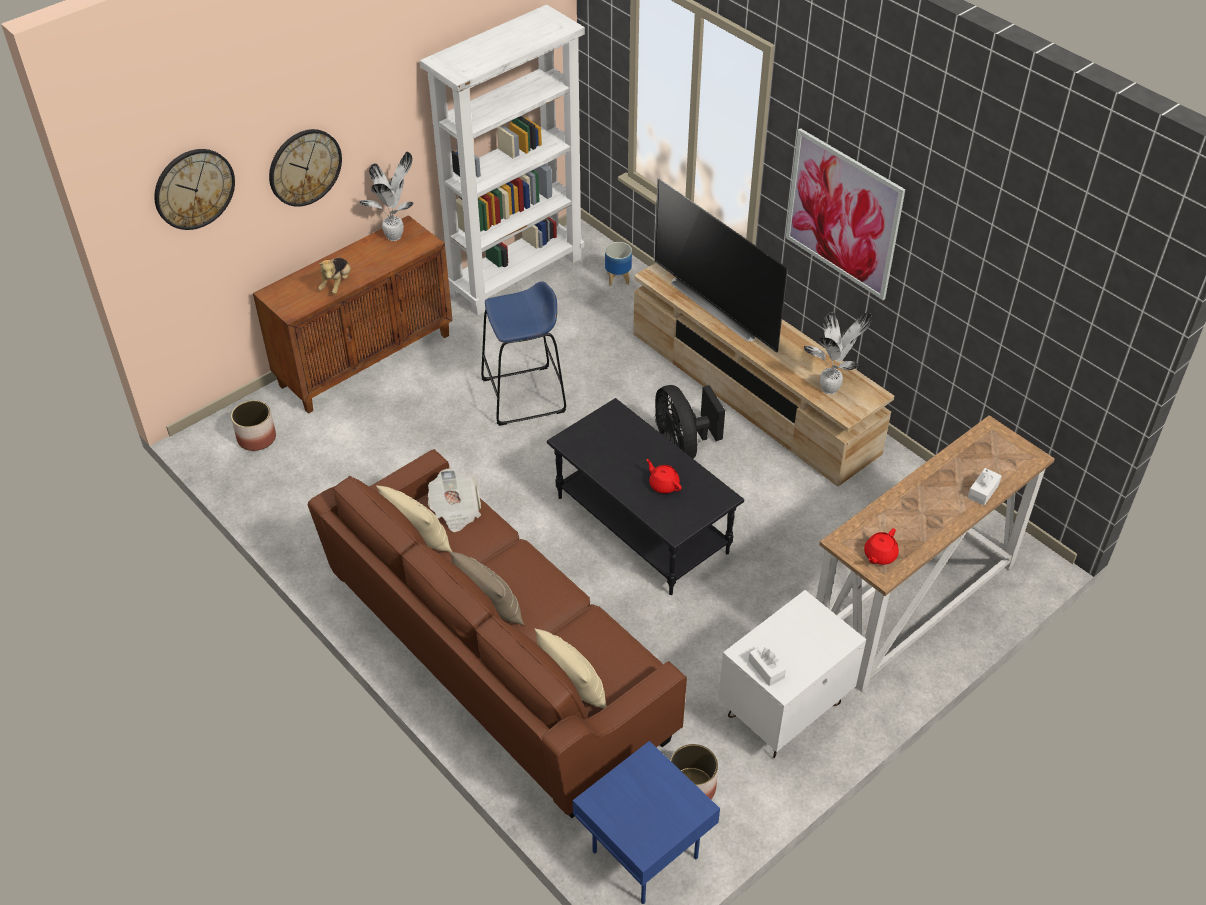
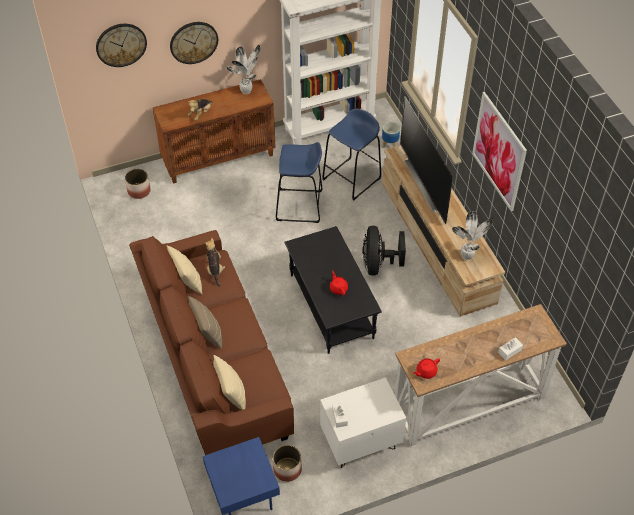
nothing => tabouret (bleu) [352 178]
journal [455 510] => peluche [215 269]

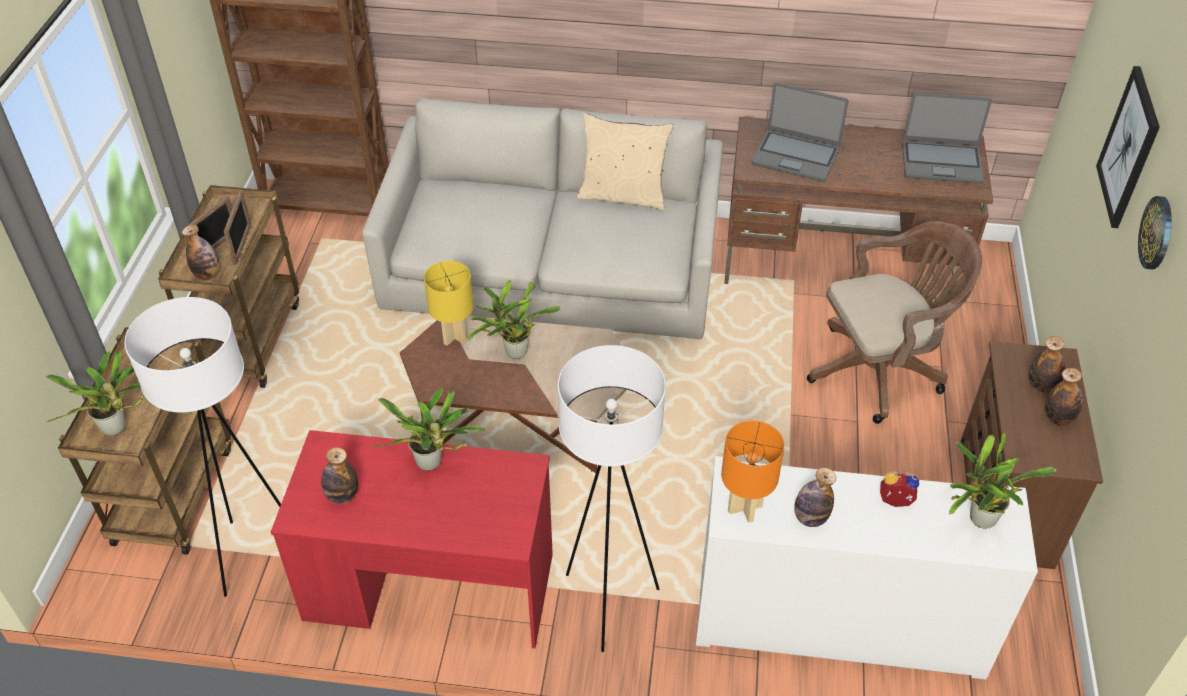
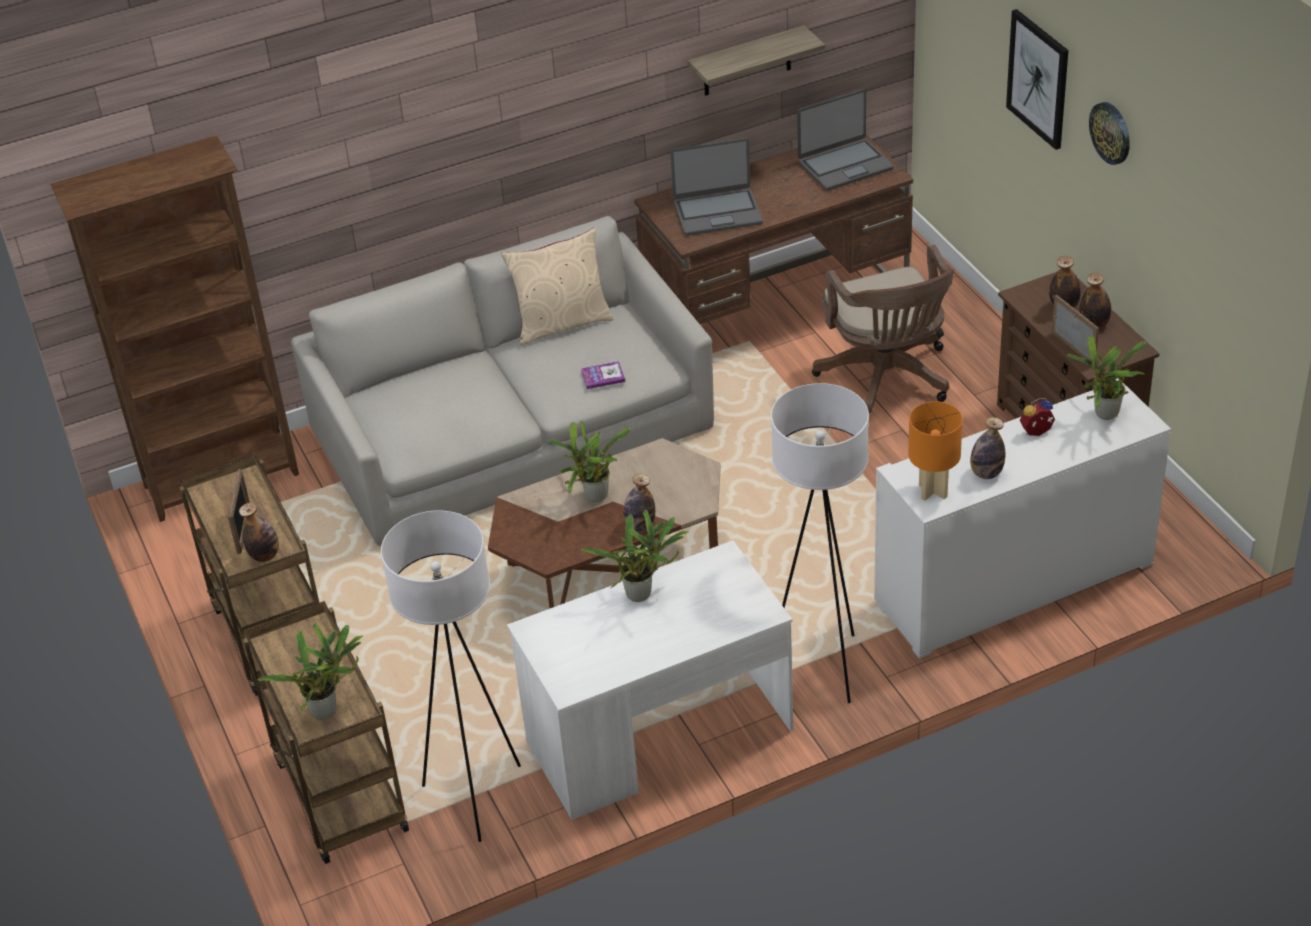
lampe de table (jaune) [455 337] => nothing
nothing => livre [603 376]
nothing => étagère [747 62]
cadre photo [242 244] => cadre photo [1073 348], move
bouteille [342 495] => bouteille [640 526], move
bureau (rouge) [429 587] => bureau (blanc) [659 736]
chaise de bureau (marron) [881 370] => chaise de bureau (marron) [887 380], 120 degrees clockwise

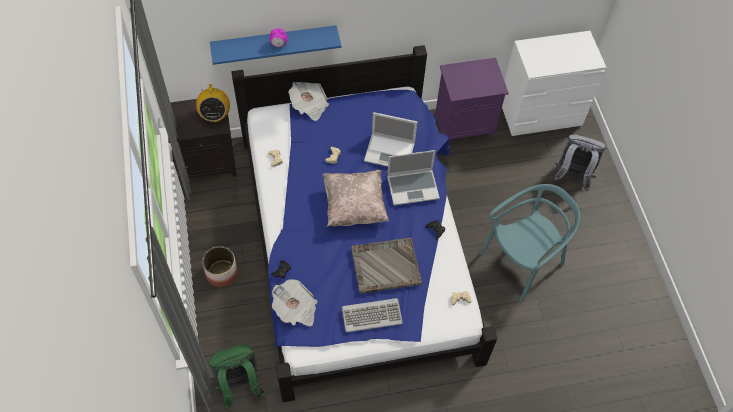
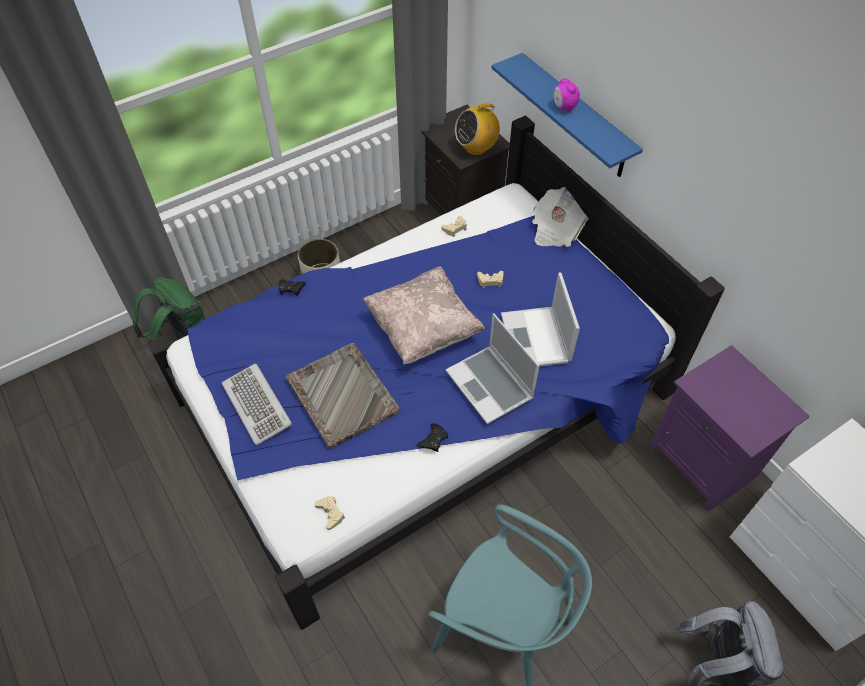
journal [296 309] => nothing

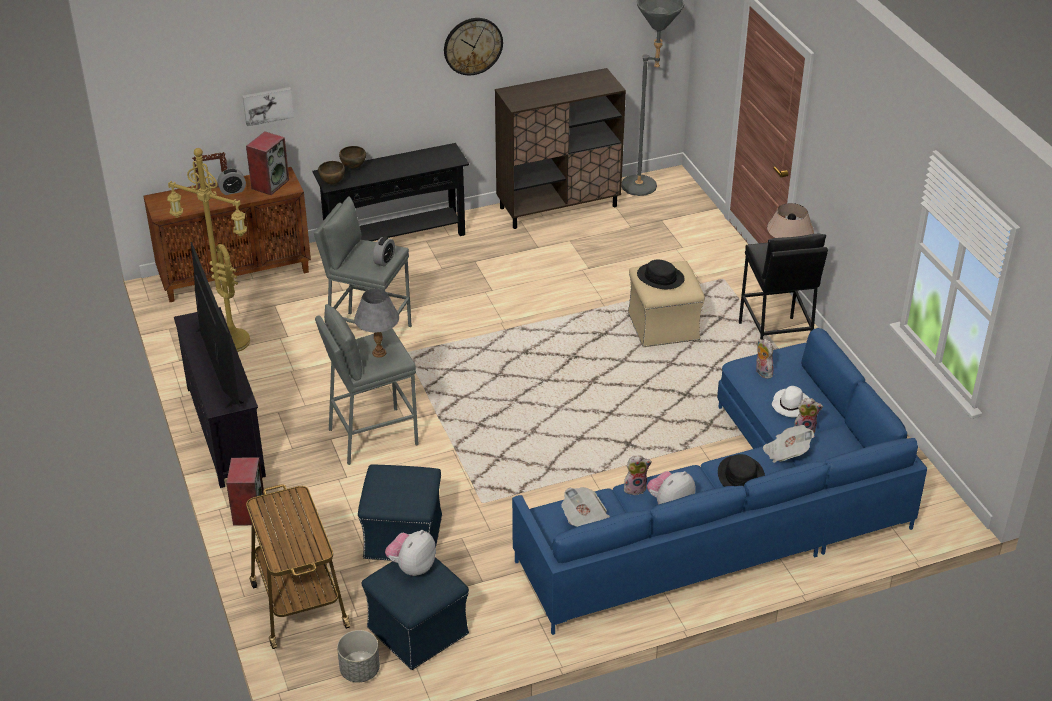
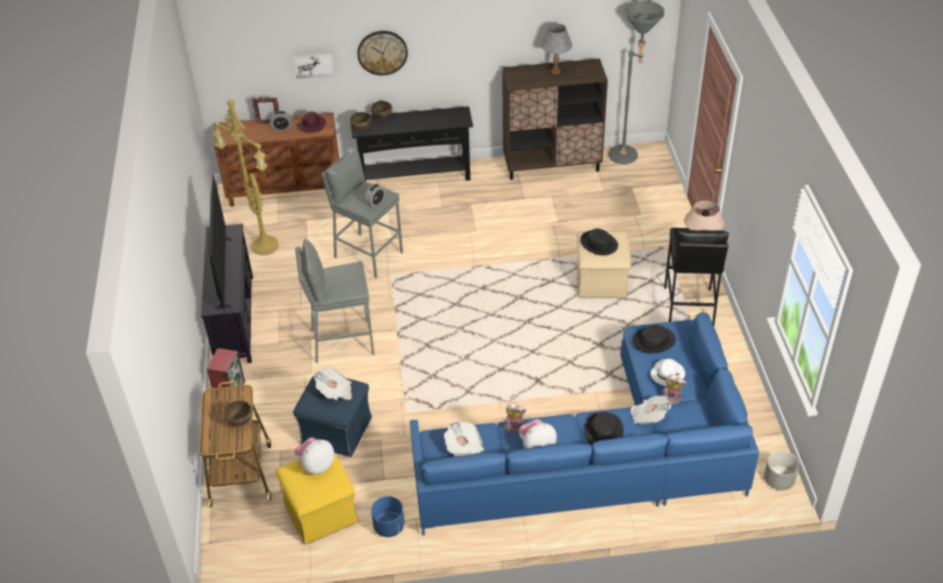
nothing => bol (marron) [240 422]
nothing => journal [335 391]
nothing => cache-pot (bleu) [389 527]
cache-pot (gris) [359 671] => cache-pot (gris) [778 480], move
lampe de table (gris) [379 353] => lampe de table (gris) [555 71], move
horloge murale [473 46] => horloge murale [382 52], move
enceinte [270 184] => chapeau (violet) [312 125]
peluche [762 372] => chapeau (noir) [653 340]
pouf (bleu) [417 630] => pouf (jaune) [320 512]

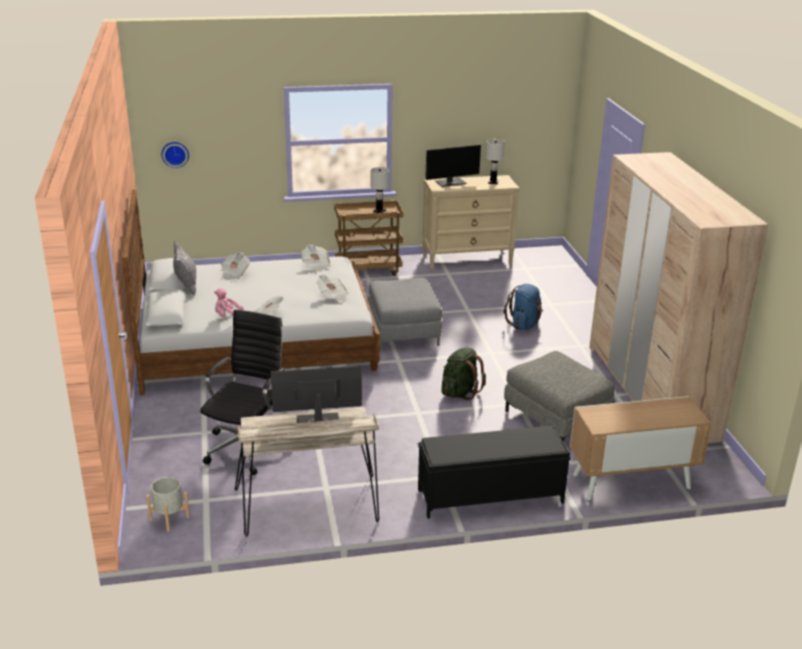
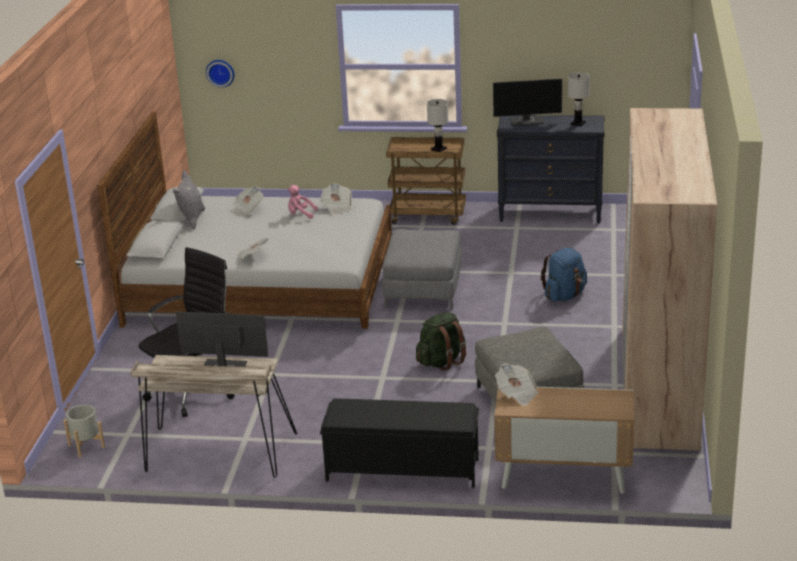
peluche (rose) [227 316] => peluche (rose) [300 214], move
journal [332 296] => journal [517 394], move
commode (beige) [467 259] => commode (noir) [551 213]

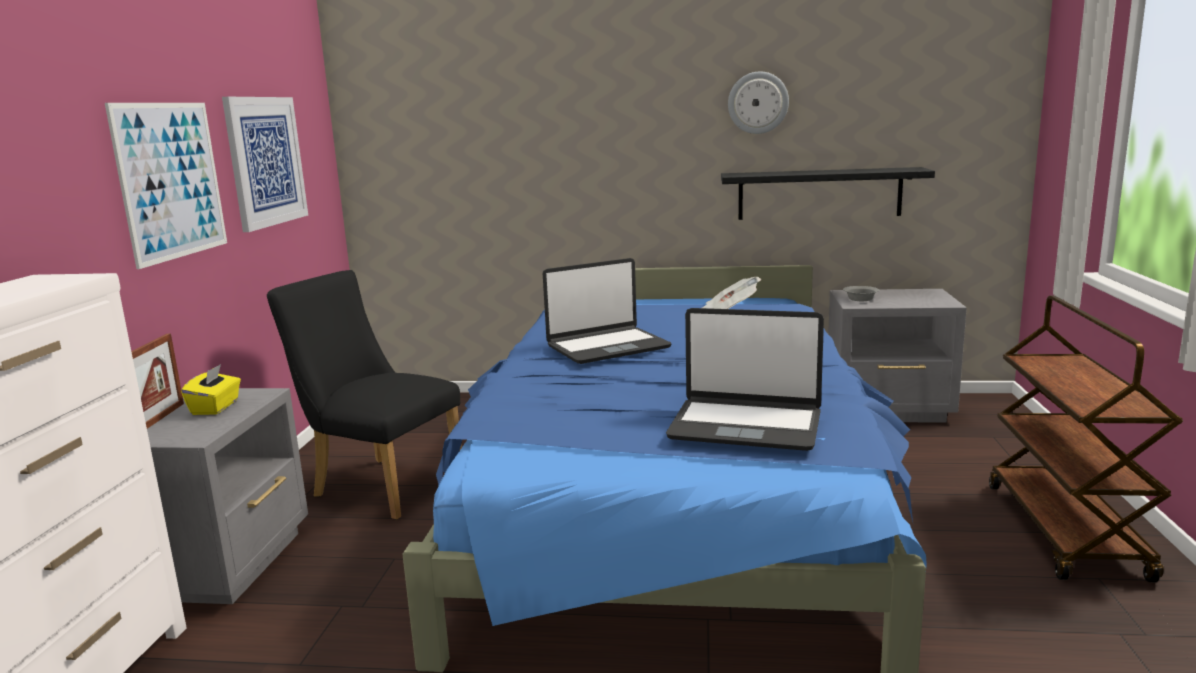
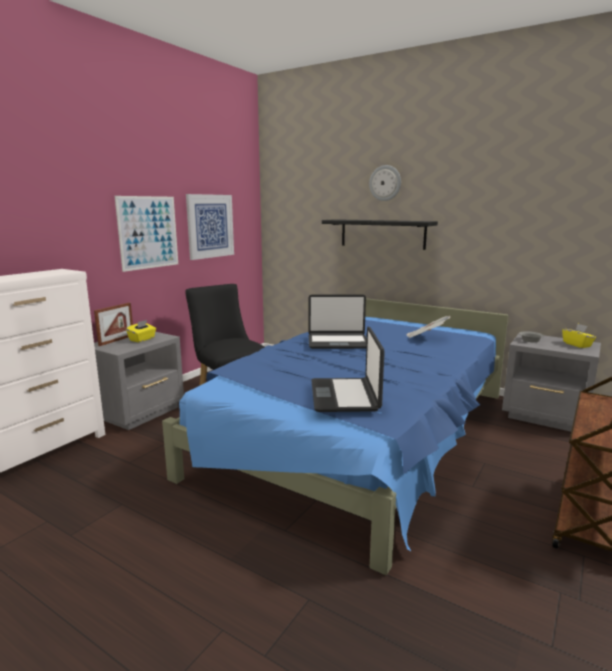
nothing => boîte à mouchoirs (jaune) [577 344]
étagère (noir) [819 194] => étagère (noir) [382 234], move
horloge murale [758 103] => horloge murale [385 183], move
ordinateur portable [745 425] => ordinateur portable [345 396], 45 degrees clockwise

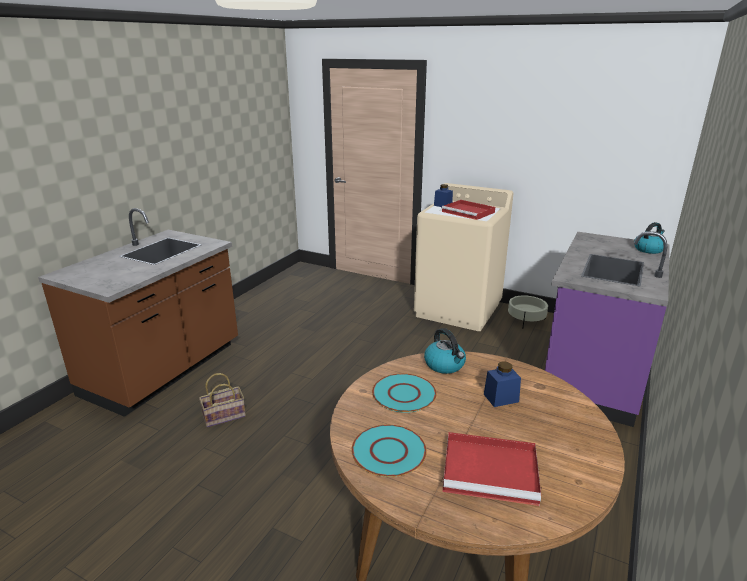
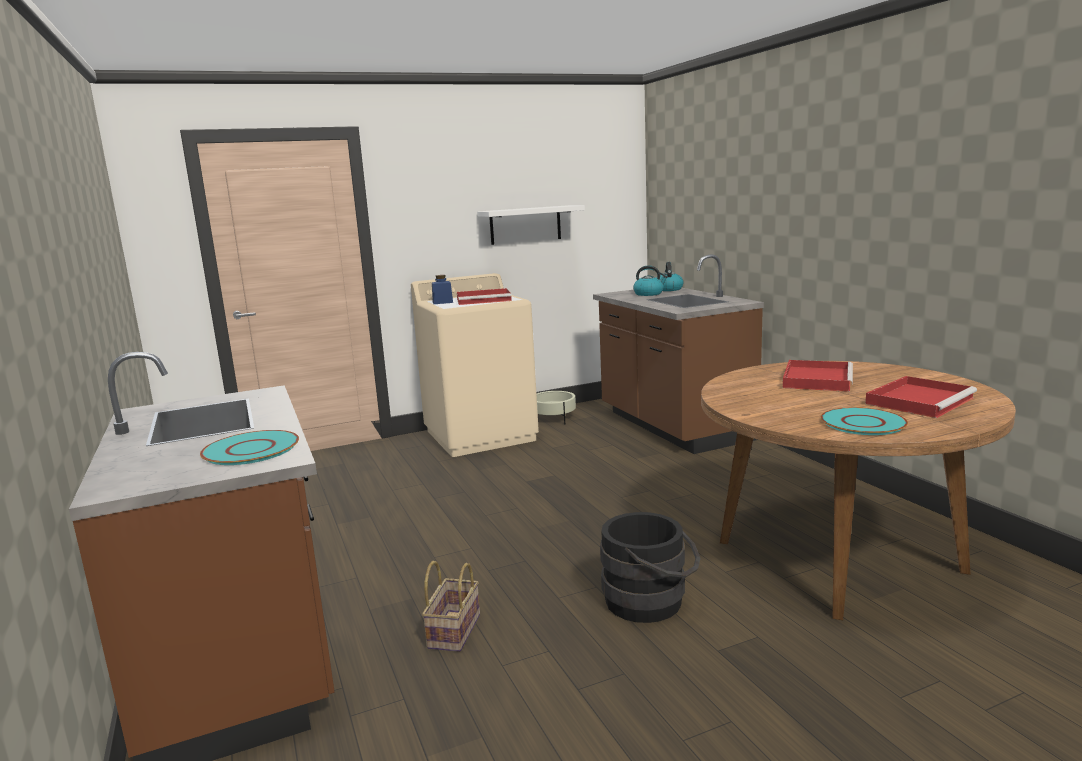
nothing => étagère (blanc) [525 225]
nothing => seau (noir) [651 602]
assiette (turquoise) [404 394] => assiette (turquoise) [251 449], move
bouilloire [445 365] => bouilloire [649 294], move
bocal (bleu) [501 398] => plateau (rouge) [816 379]
comptoir de cuisine (violet) [592 374] => comptoir de cuisine (marron) [673 426]

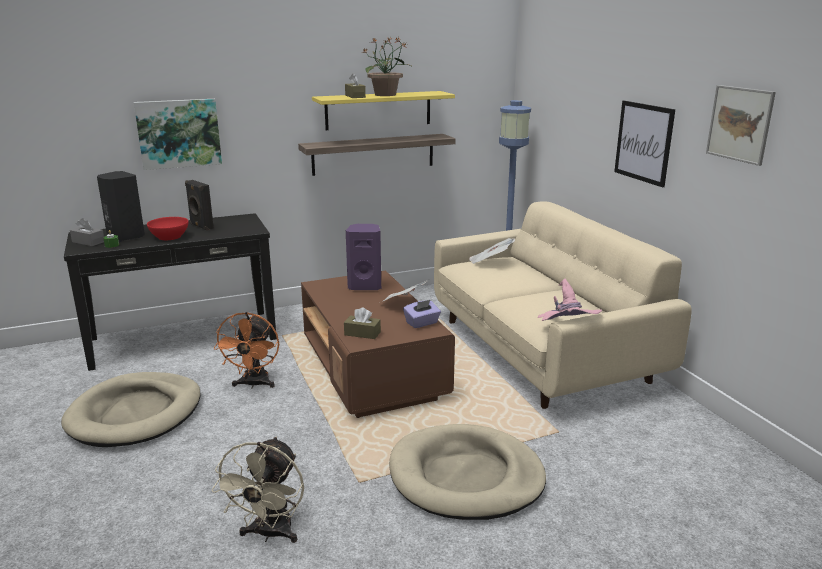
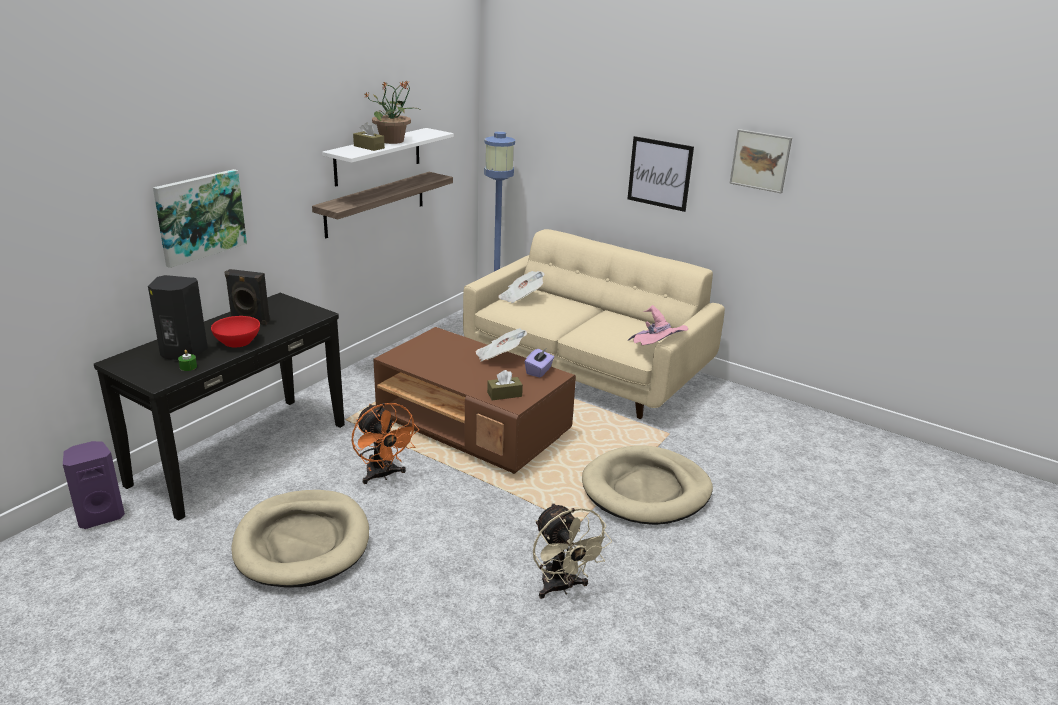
boîte à mouchoirs (gris) [88 242] => nothing
enceinte (violet) [365 286] => enceinte (violet) [100 515], move
étagère (jaune) [378 110] => étagère (blanc) [378 156]

